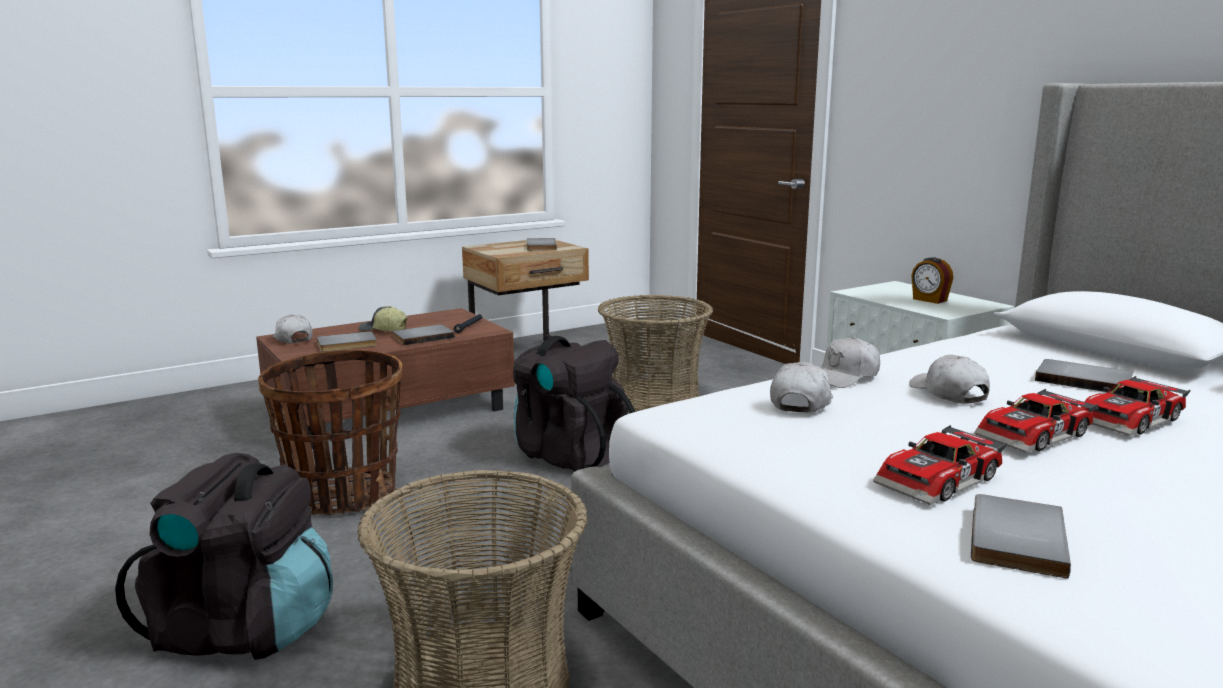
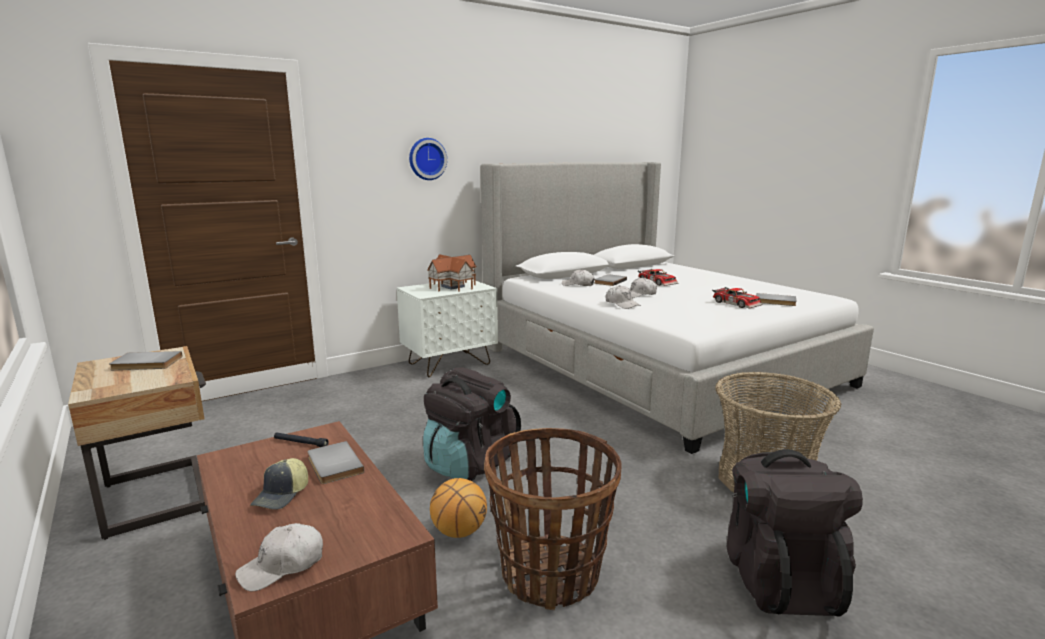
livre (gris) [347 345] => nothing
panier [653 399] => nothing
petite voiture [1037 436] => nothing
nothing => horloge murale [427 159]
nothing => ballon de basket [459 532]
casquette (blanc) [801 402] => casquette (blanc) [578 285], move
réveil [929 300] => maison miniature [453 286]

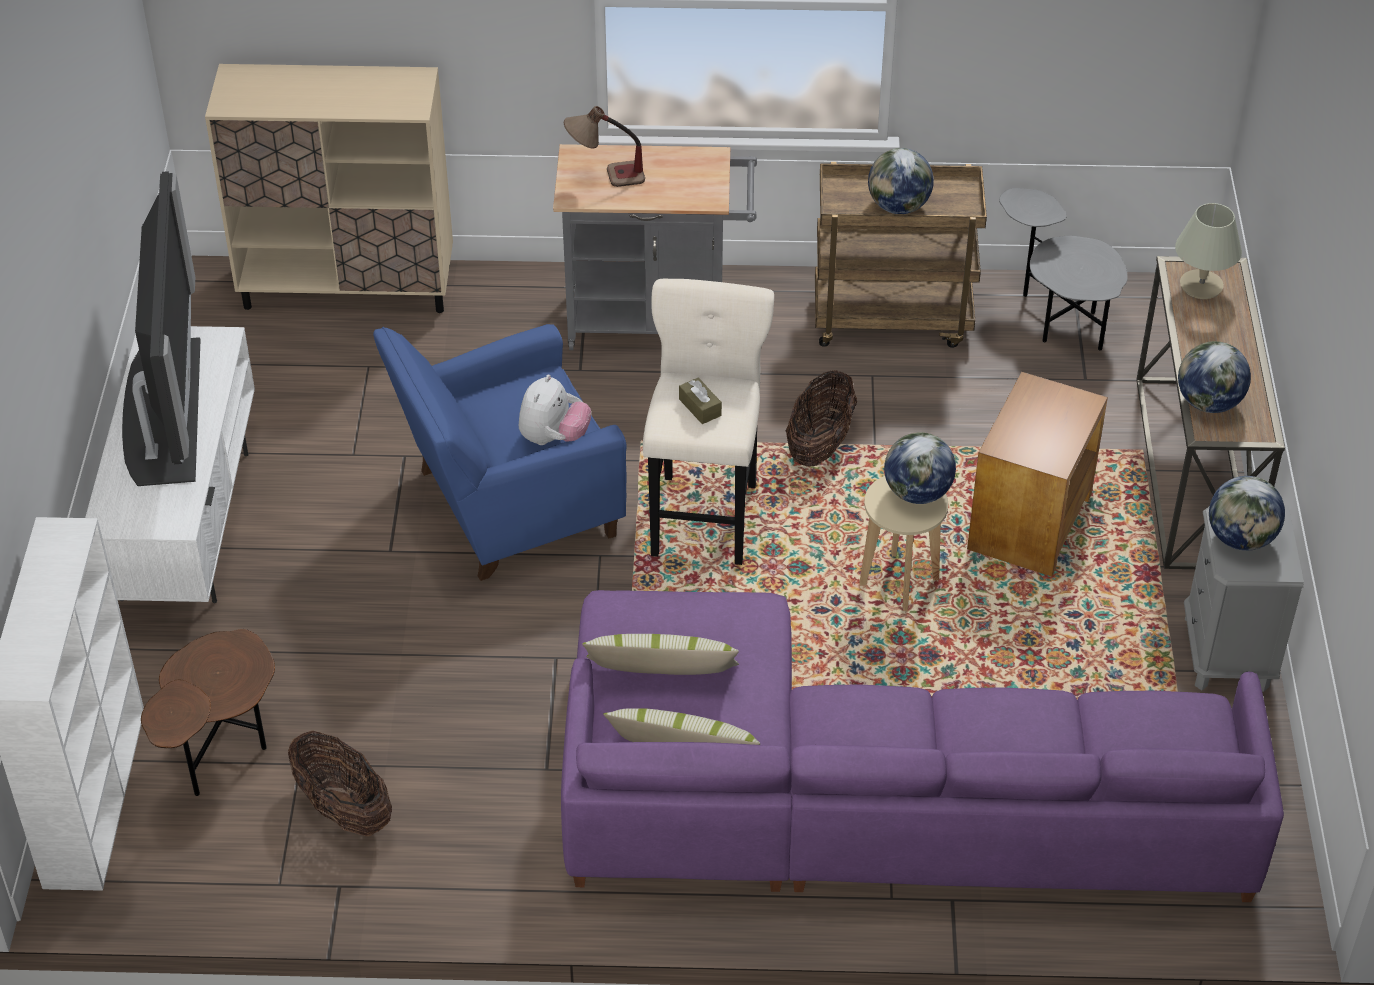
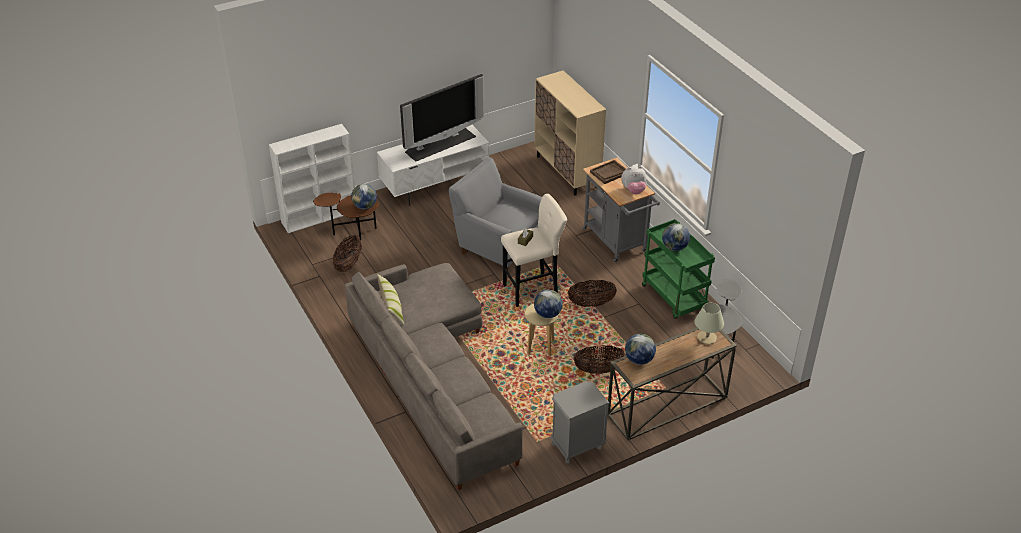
coussin [661 674] => nothing
peluche [554 438] => peluche [633 190], move
globe [1241 539] => globe [365 206], move
lampe de table [605 178] => plateau (marron) [609 173]
table d'appoint (marron) [1028 523] => panier [599 370]
fauteuil (bleu) [506 507] => fauteuil (gris) [498 245]
canapé (violet) [868 801] => canapé (gris) [433 376]
chariot (marron) [893 319] => chariot (vert) [674 298]

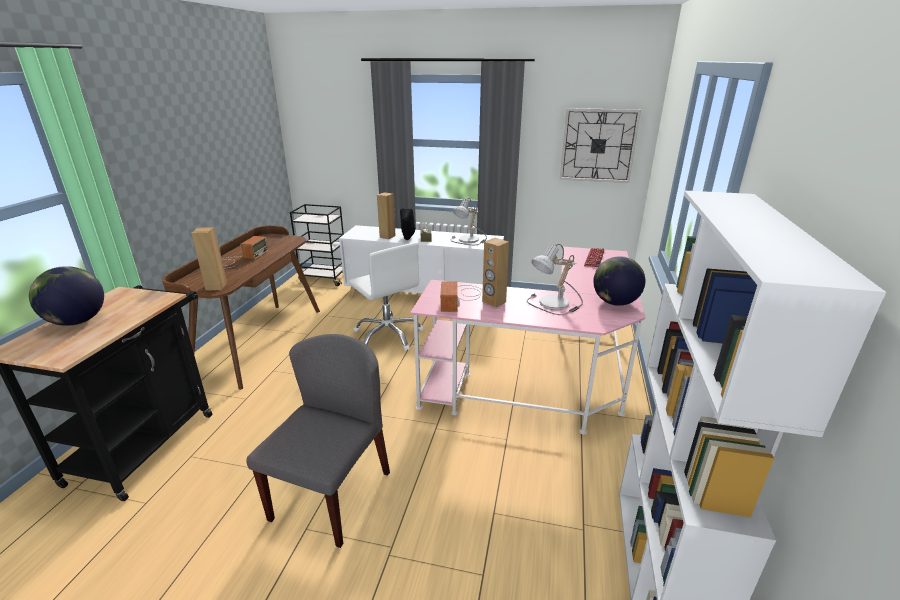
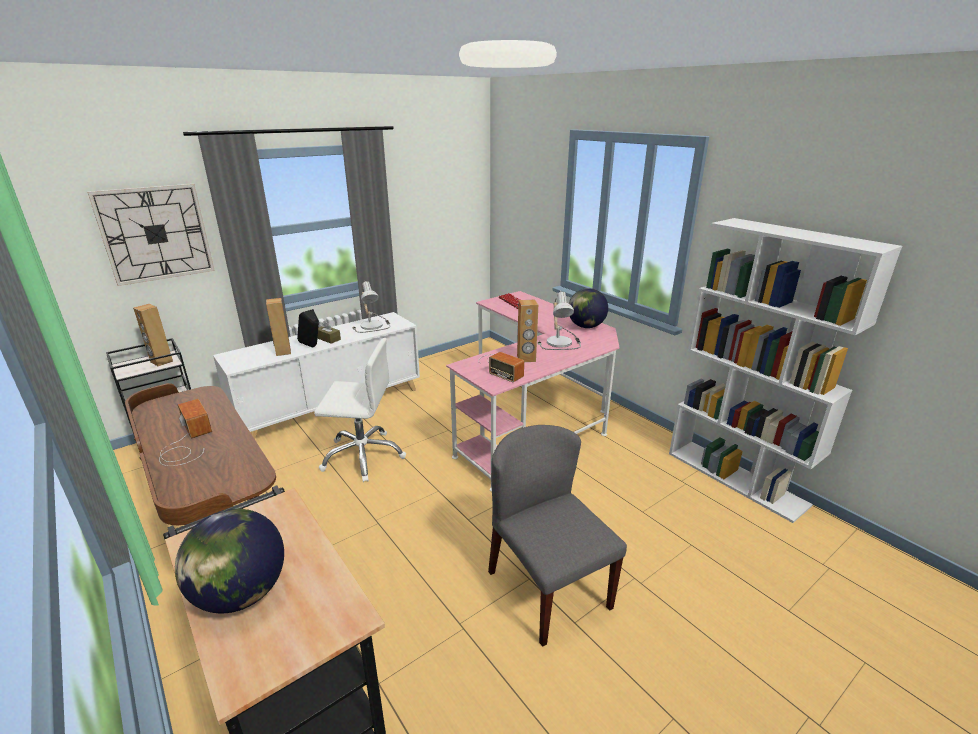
enceinte (marron) [216 286] => enceinte (marron) [161 361], move
horloge murale [598 145] => horloge murale [155 233], move

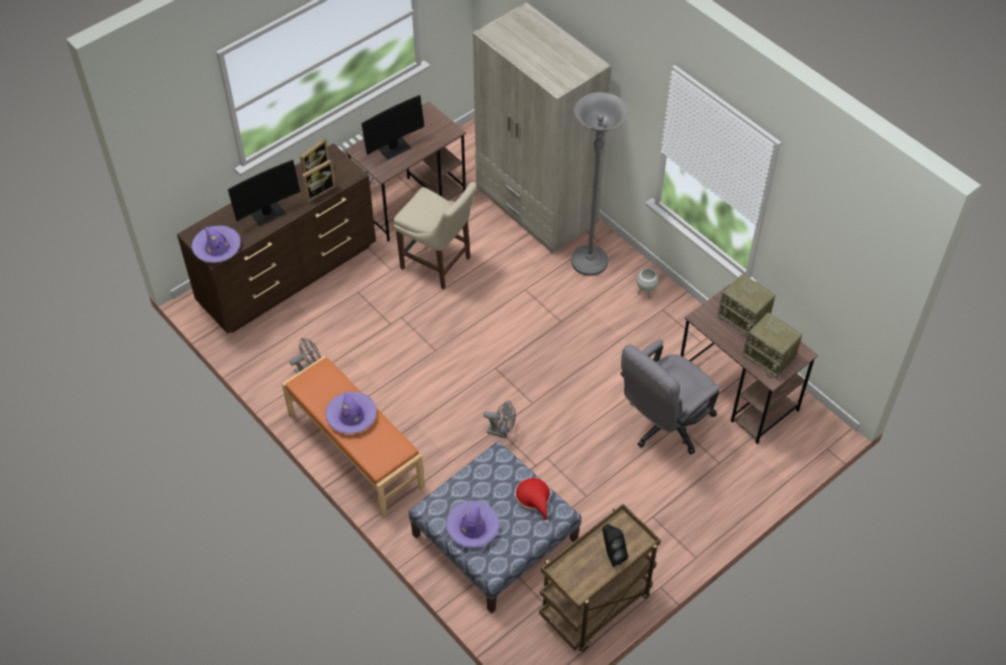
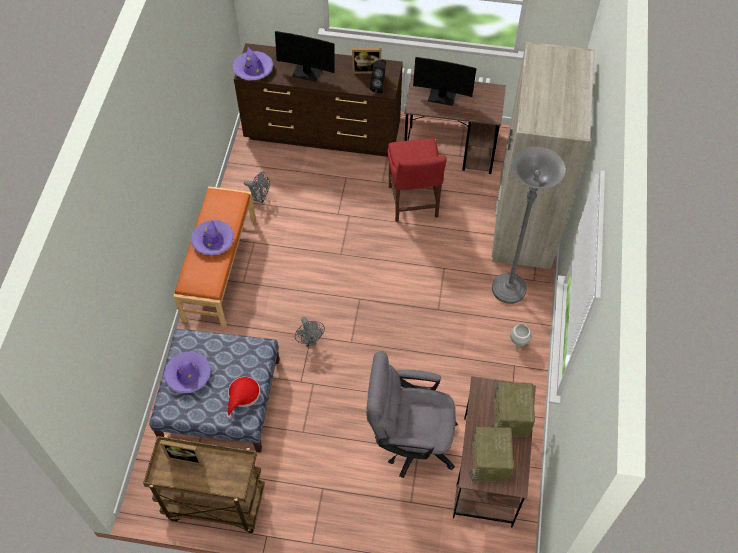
cadre photo [318 191] => cadre photo [186 456], move
enceinte (noir) [611 554] => enceinte (noir) [379 86], move
chaise (beige) [438 264] => chaise (rouge) [413 204]

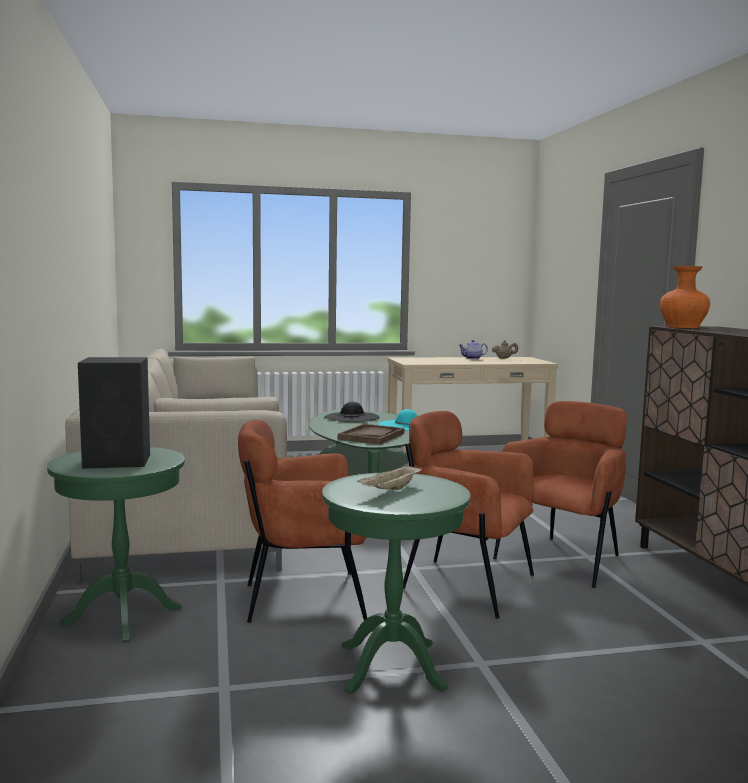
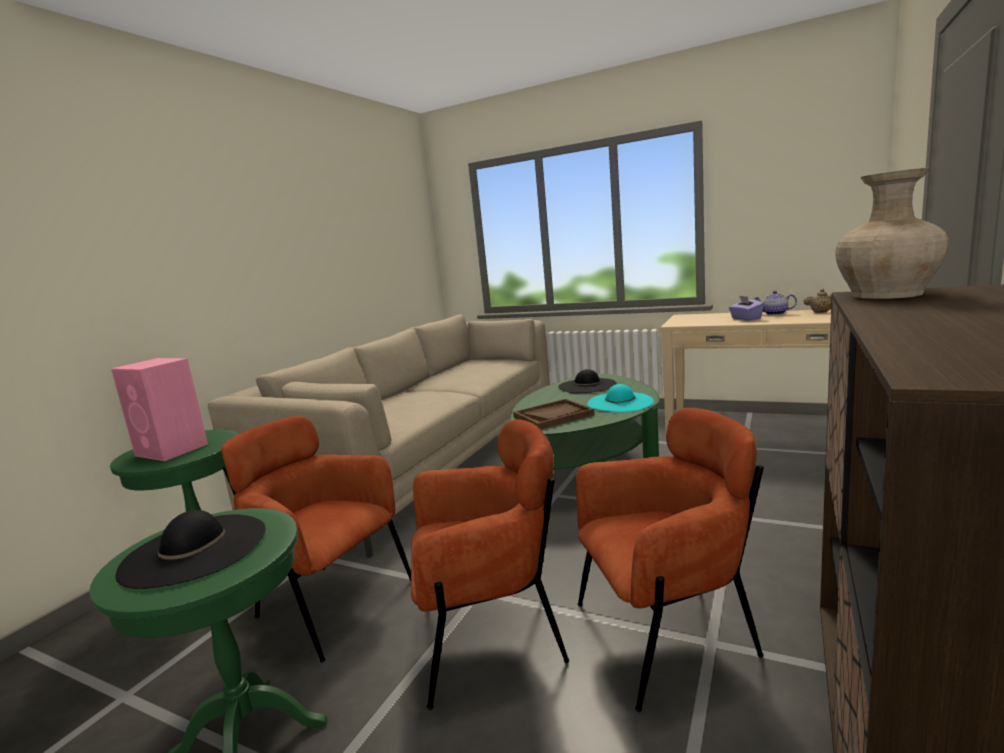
nothing => boîte à mouchoirs (violet) [745 318]
plateau (beige) [391 490] => chapeau (noir) [195 550]
enceinte (noir) [119 461] => enceinte (rose) [172 450]
vase (orange) [682 327] => vase (beige) [885 294]
fauteuil (marron) [466 584] => fauteuil (marron) [491 639], 105 degrees clockwise

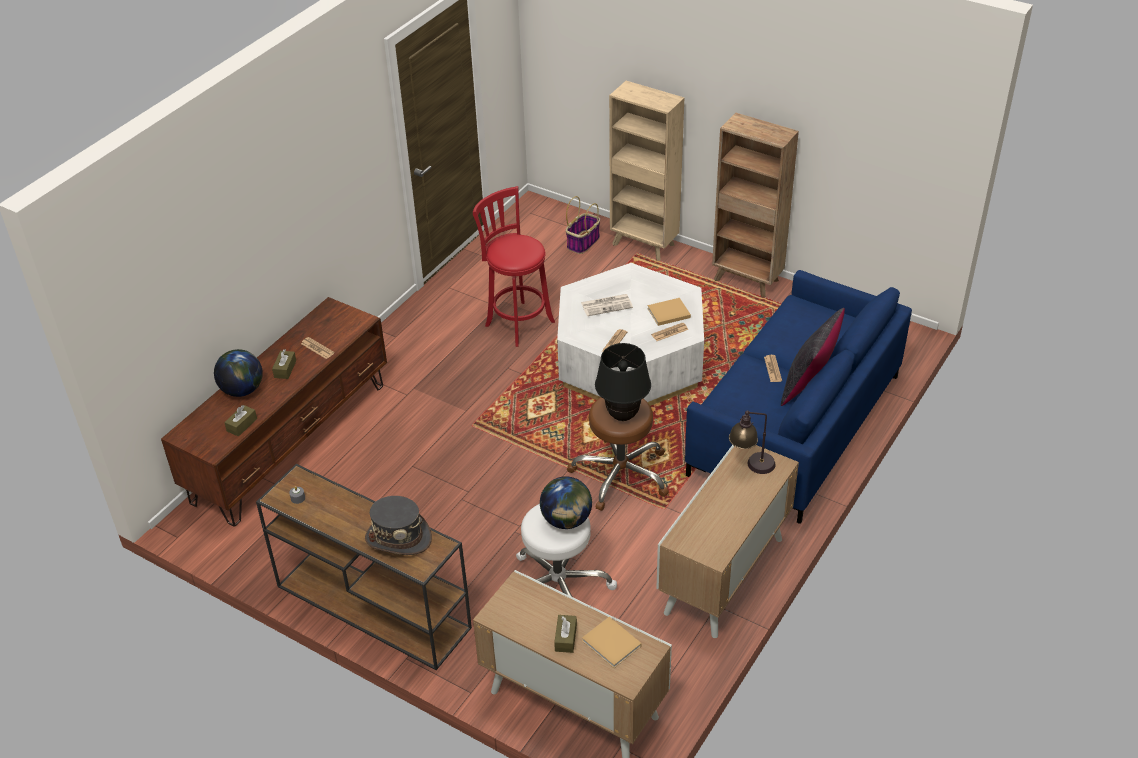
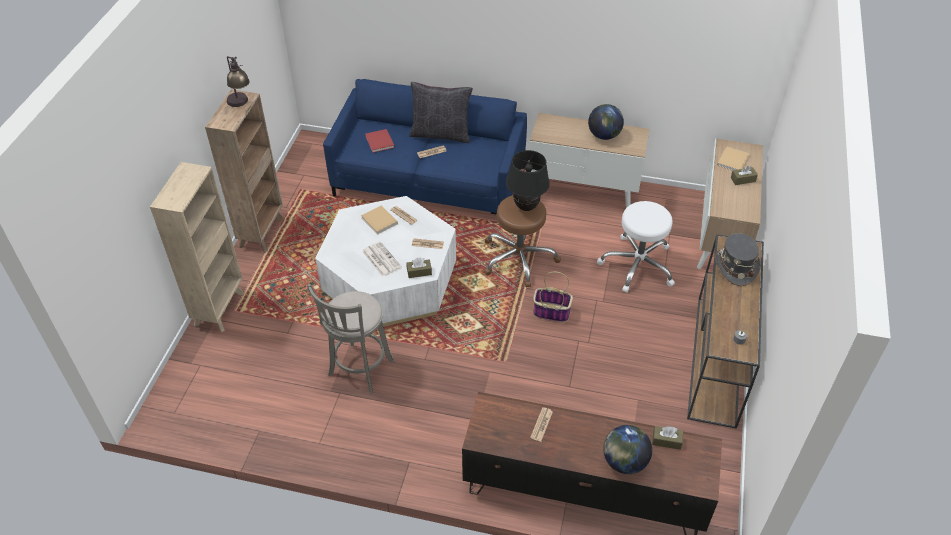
nothing => livre (rouge) [380 142]
boîte à mouchoirs (marron) [285 369] => boîte à mouchoirs (marron) [419 272], move
globe [566 520] => globe [604 135], move
panier [583 242] => panier [550 312], move
lampe de table [751 466] => lampe de table [241 104], move
tabouret (rouge) [517 322] => tabouret (gris) [359 370]

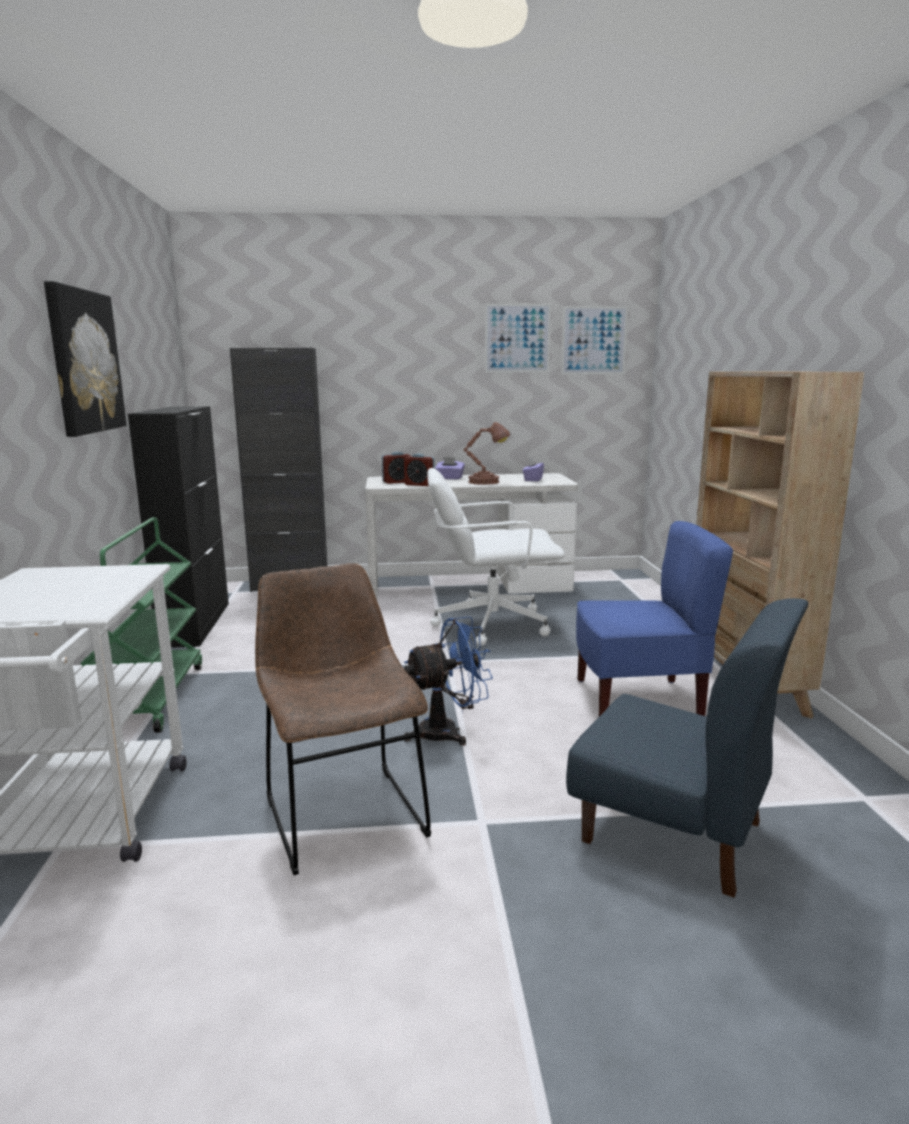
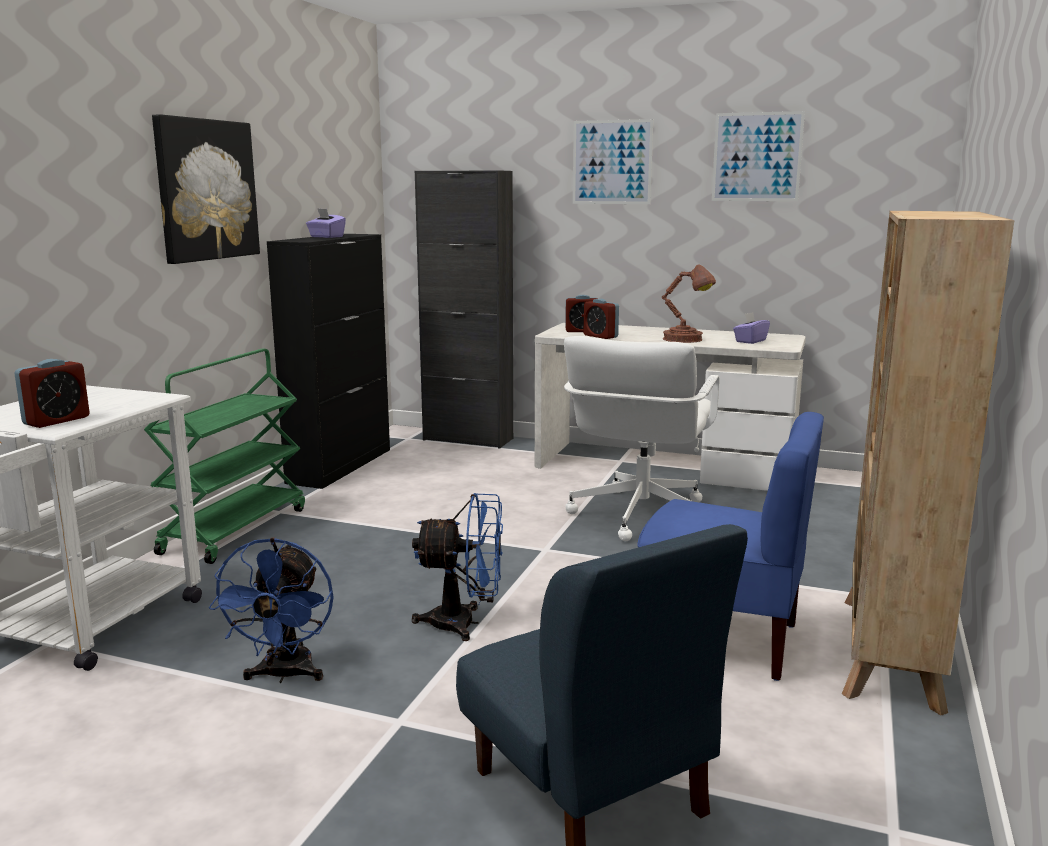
nothing => réveil [56 421]
boîte à mouchoirs (violet) [449 478] => boîte à mouchoirs (violet) [326 237], move
tableau [594 340] => tableau [612 162], move
chaise (marron) [342 812] => ventilateur (bleu) [284 675]
chaise de bureau (blanc) [490 624] => chaise de bureau (blanc) [639 516], 90 degrees counterclockwise

